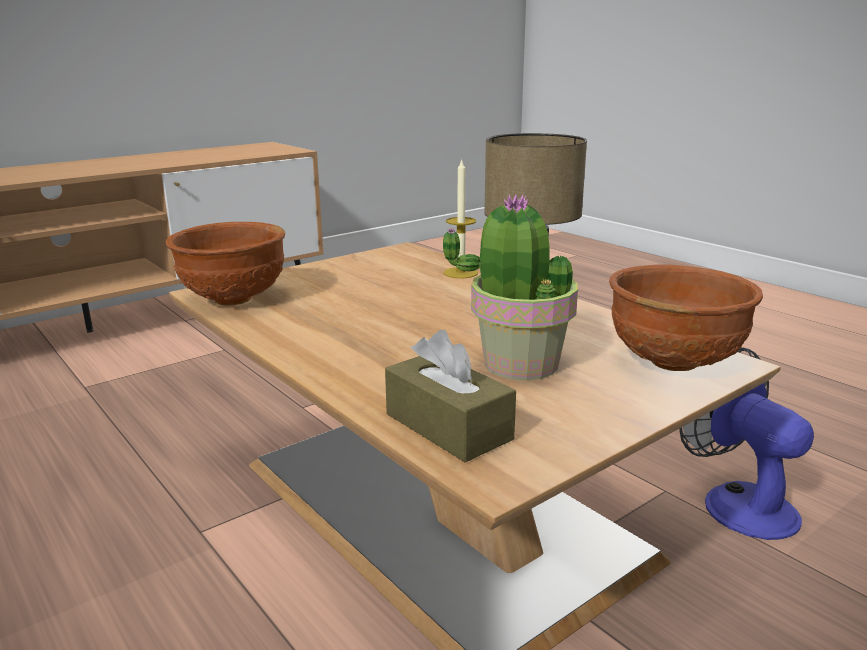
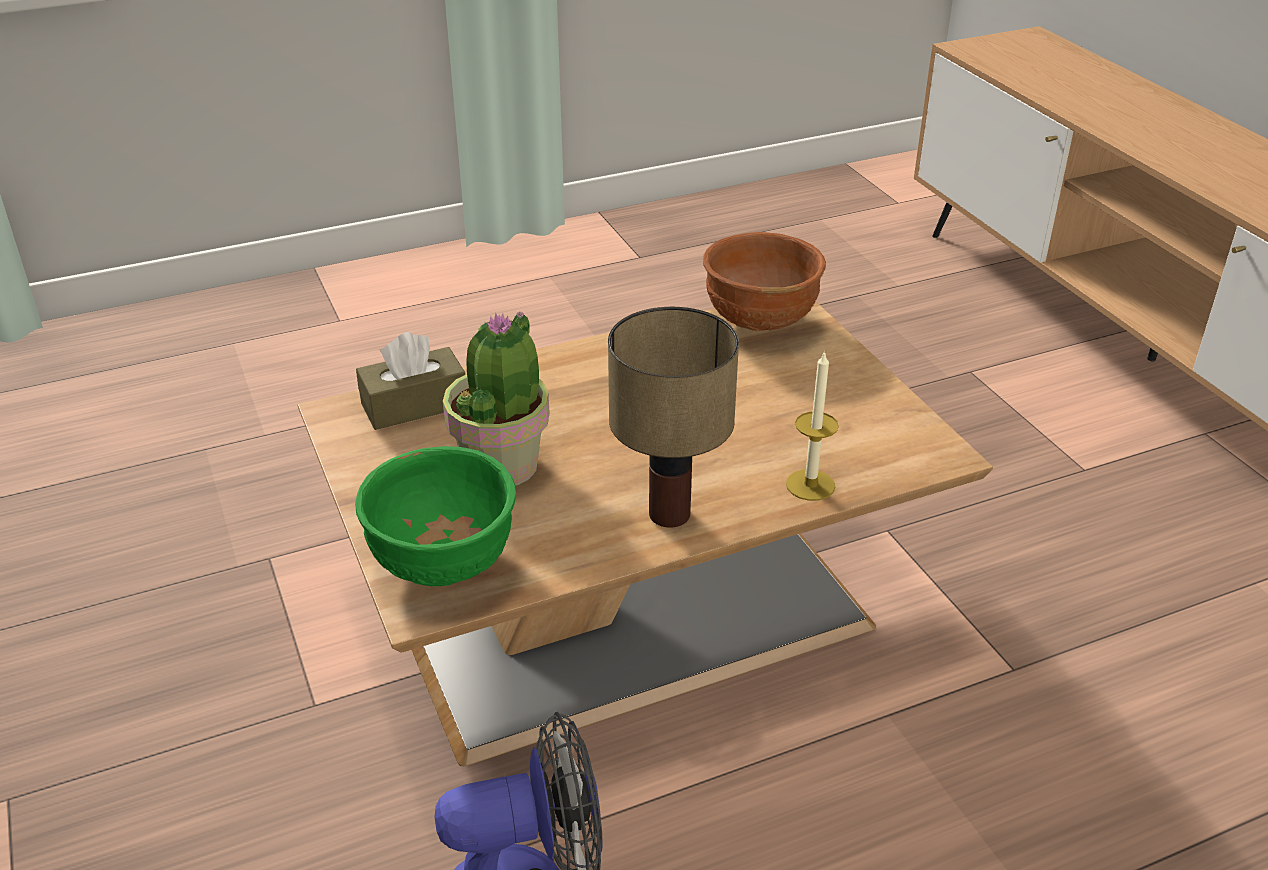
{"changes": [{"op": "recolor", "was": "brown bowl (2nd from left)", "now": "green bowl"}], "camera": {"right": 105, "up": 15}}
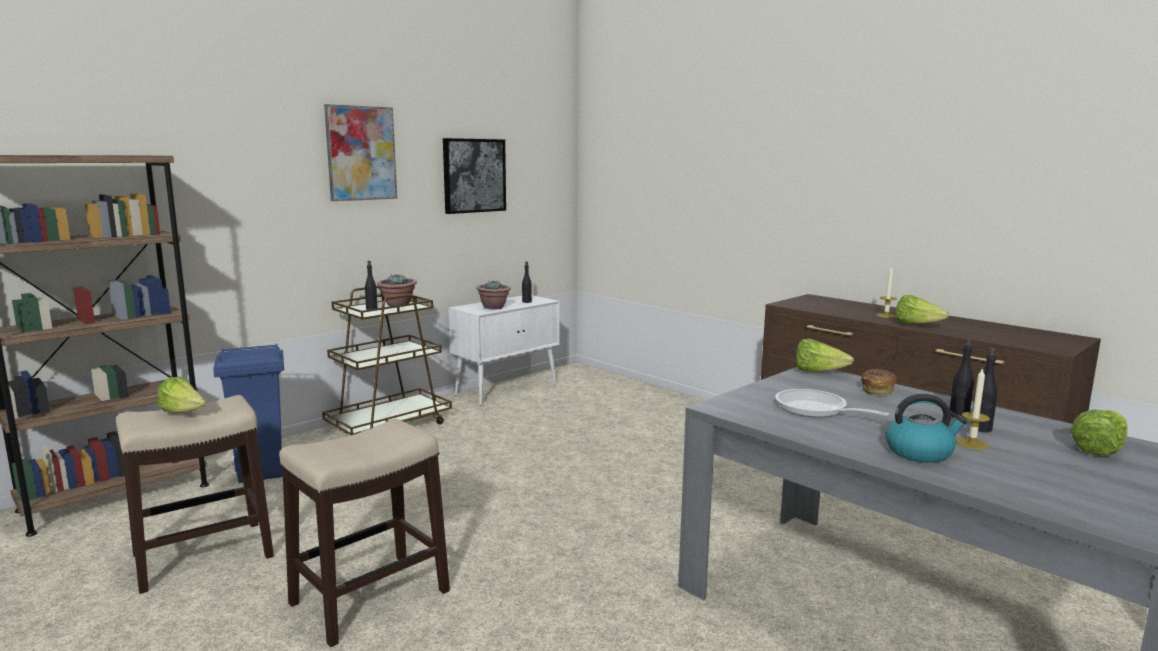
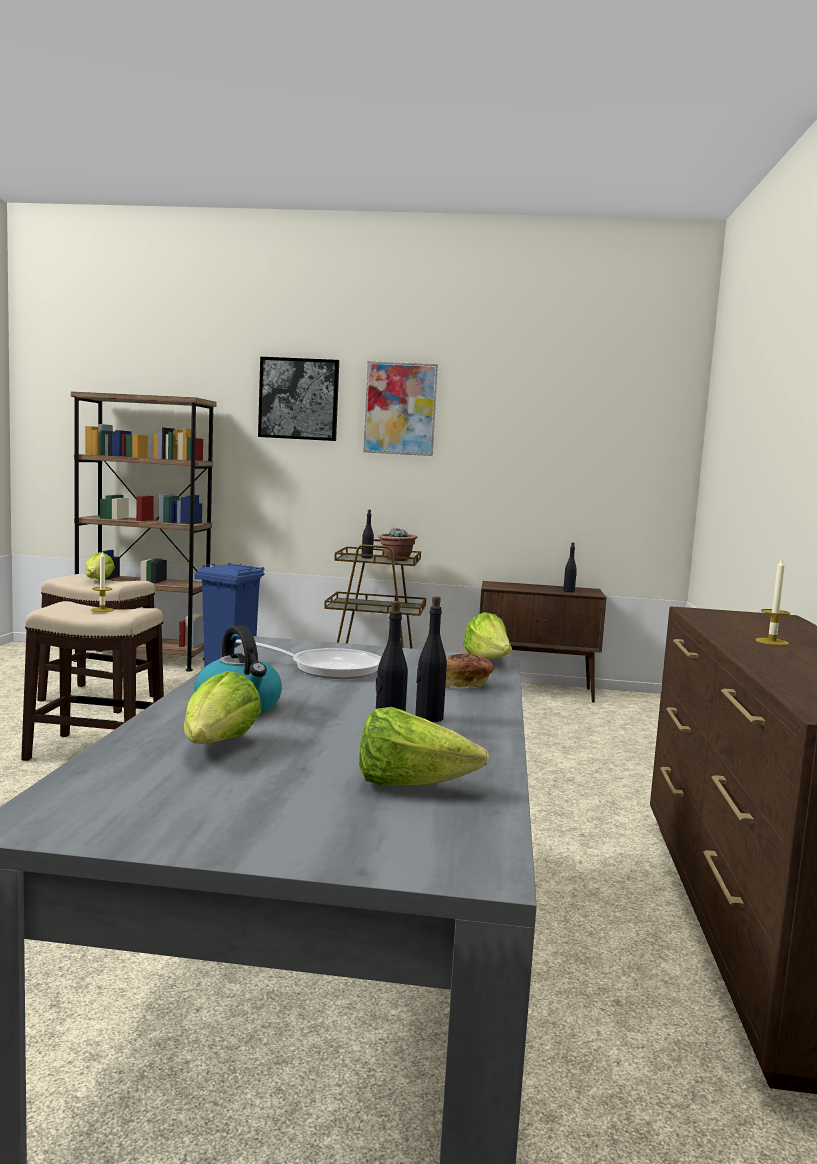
{"changes": [{"op": "move", "was": "picture (2nd from left in the first image)", "now": "picture (1st from left)"}, {"op": "recolor", "was": "white cabinet", "now": "brown cabinet"}, {"op": "delete", "was": "potted plant (2nd from left)"}, {"op": "rotate", "was": "frying pan", "clockwise": 90}, {"op": "move", "was": "lettuce (3rd from left in the first image)", "now": "lettuce (2nd from left)"}, {"op": "move", "was": "candle (2nd from left in the first image)", "now": "candle (1st from left)"}], "camera": {"right": 50, "up": -5}}
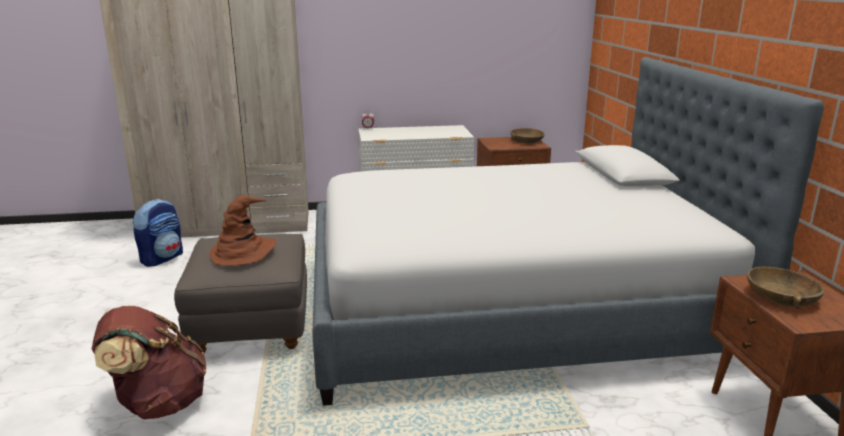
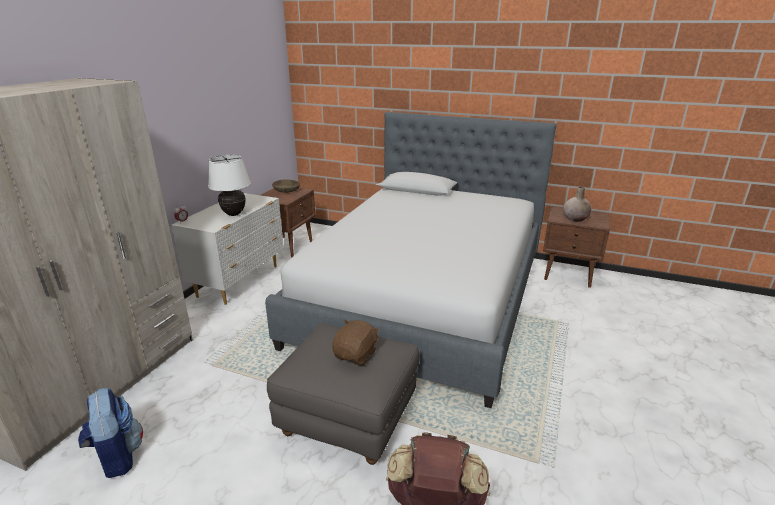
{"changes": [{"op": "replace", "was": "brown hat", "now": "brown plush toy"}, {"op": "replace", "was": "brown bowl (2nd from left)", "now": "beige vase"}, {"op": "insert", "now": "white table lamp"}], "camera": {"right": -60, "up": 5}}
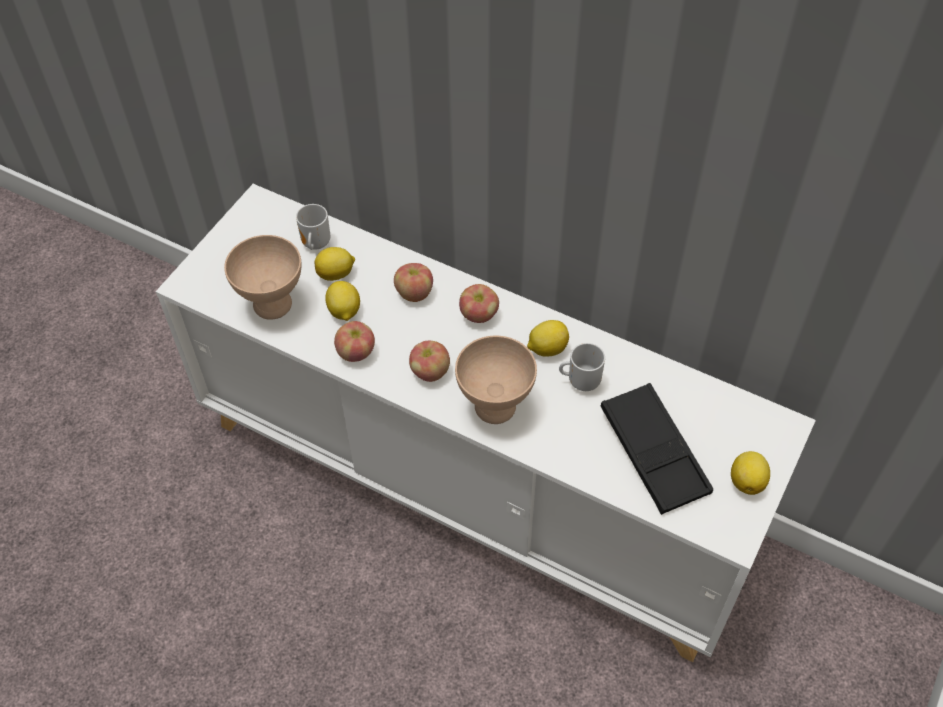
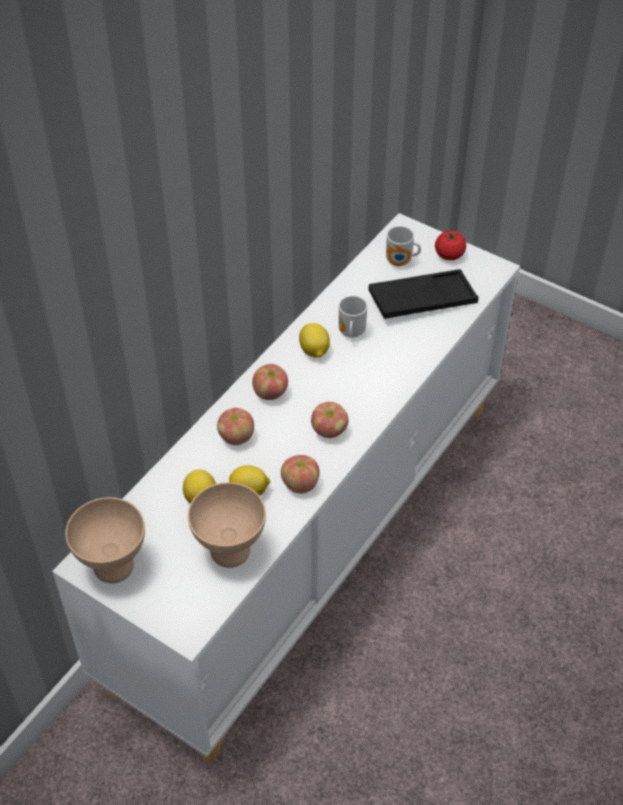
{"changes": [{"op": "move", "was": "mug (1st from left in the first image)", "now": "mug (2nd from left)"}, {"op": "move", "was": "beige bowl (2nd from left in the first image)", "now": "beige bowl (1st from left)"}, {"op": "replace", "was": "lemon (4th from left)", "now": "tomato"}], "camera": {"right": -85, "up": -5}}
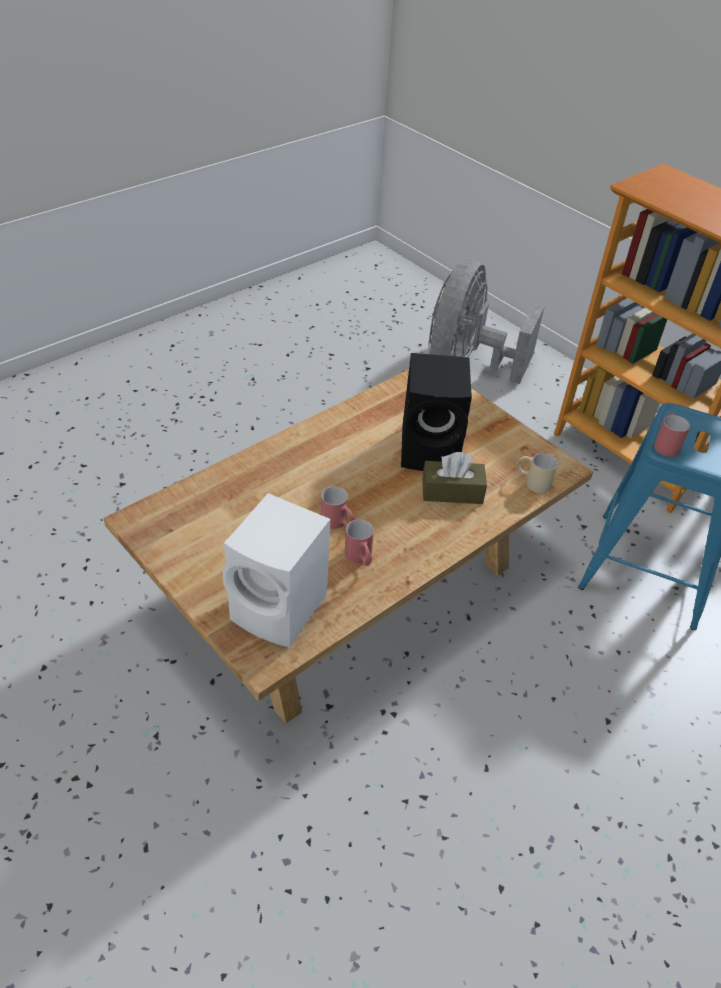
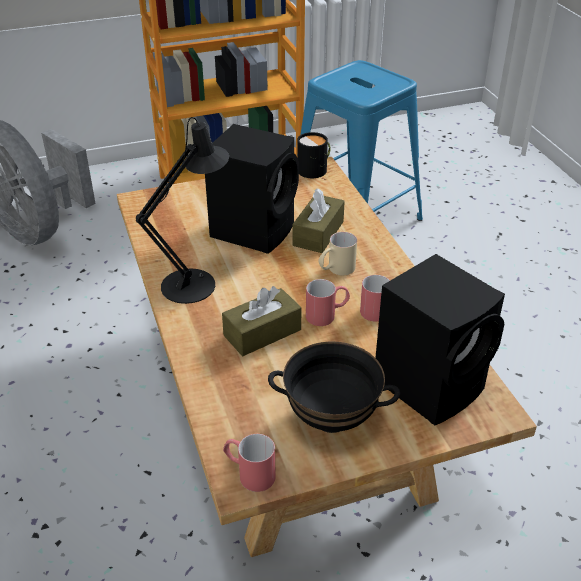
{"changes": [{"op": "recolor", "was": "white speaker", "now": "black speaker (2nd from left)"}, {"op": "move", "was": "beige mug"}, {"op": "move", "was": "red mug (3rd from left in the first image)", "now": "red mug (1st from left)"}, {"op": "insert", "now": "black table lamp"}, {"op": "insert", "now": "brown tissue box (1st from left)"}, {"op": "insert", "now": "black bowl"}, {"op": "insert", "now": "black mug"}], "camera": {"right": -65, "up": -5}}
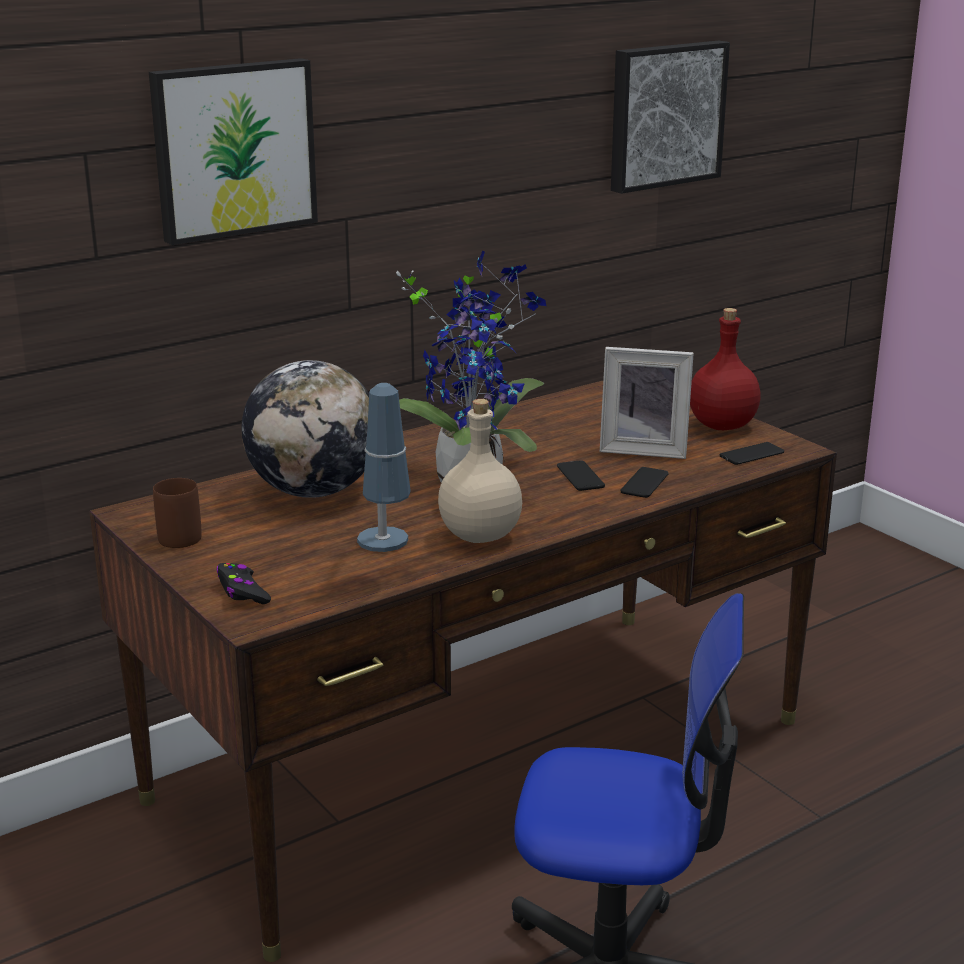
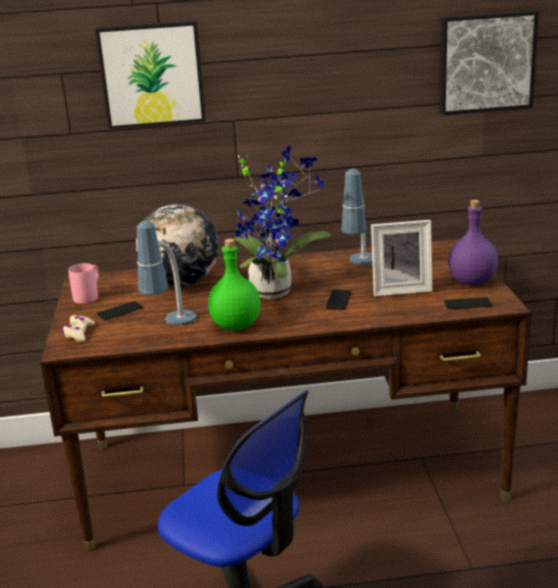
{"changes": [{"op": "recolor", "was": "brown mug", "now": "pink mug"}, {"op": "recolor", "was": "black game controller", "now": "beige game controller"}, {"op": "recolor", "was": "beige bottle", "now": "green bottle"}, {"op": "rotate", "was": "picture frame", "clockwise": -45}, {"op": "move", "was": "phone (2nd from left in the first image)", "now": "phone (1st from left)"}, {"op": "recolor", "was": "red bottle", "now": "purple bottle"}, {"op": "insert", "now": "table lamp (2nd from left)"}], "camera": {"right": 30, "up": 0}}
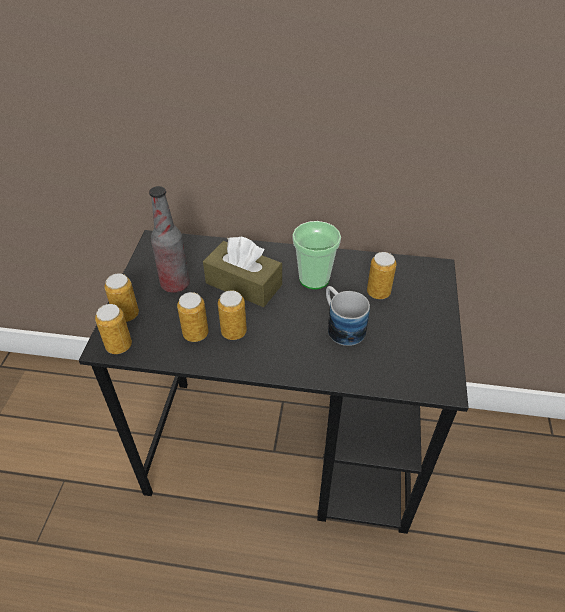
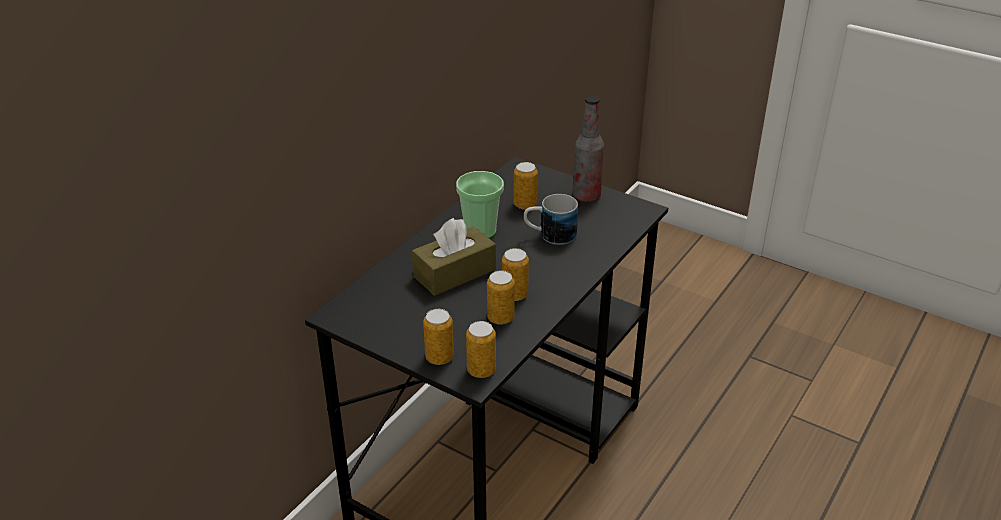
{"changes": [{"op": "move", "was": "bottle"}], "camera": {"right": -65, "up": -10}}
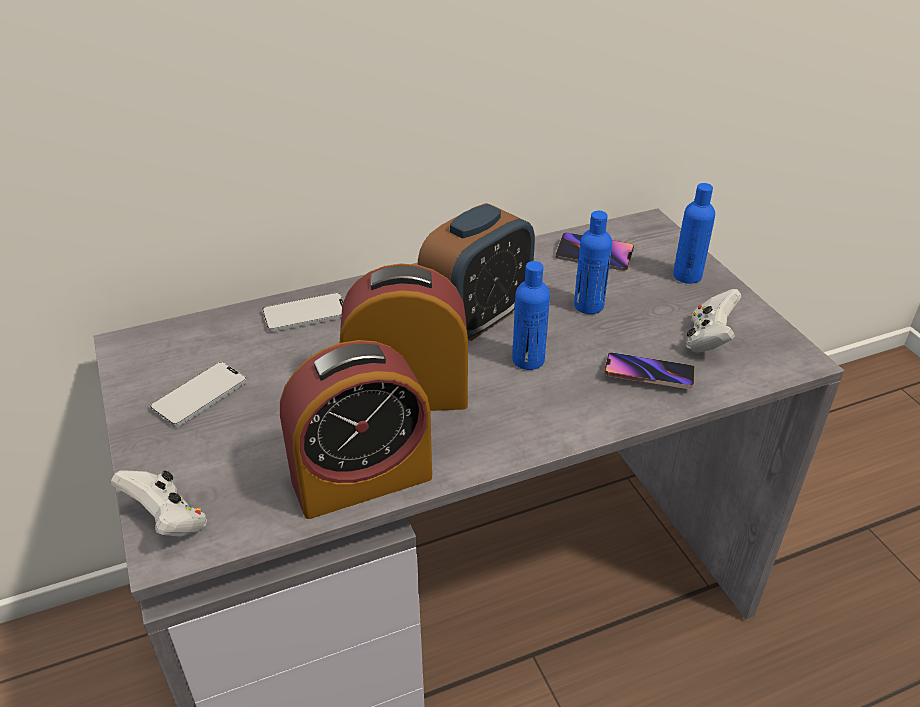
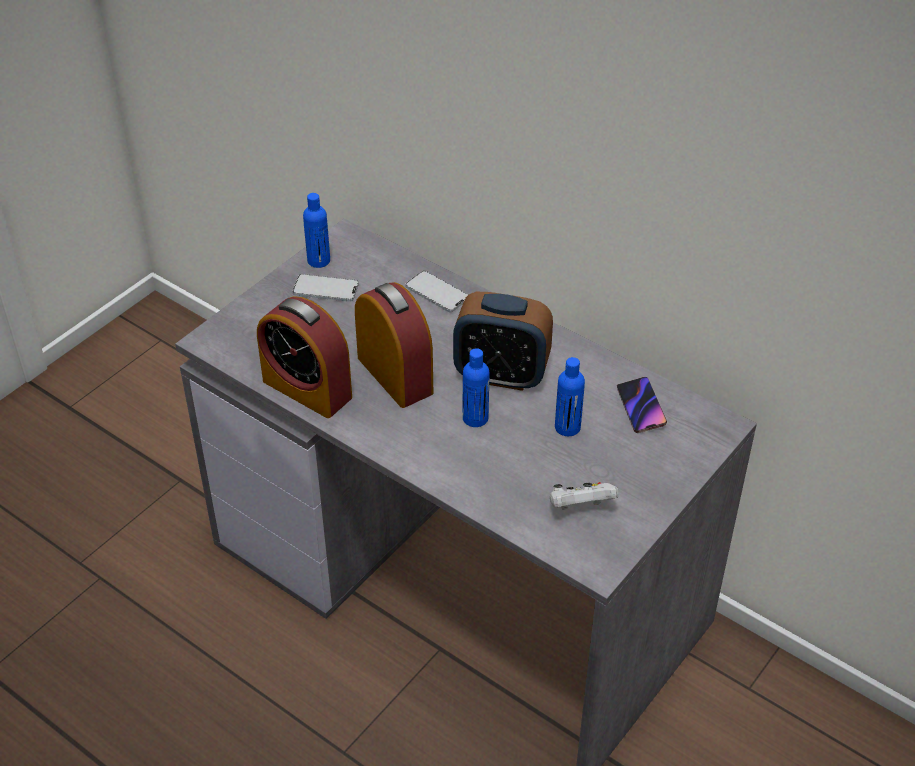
{"changes": [{"op": "delete", "was": "white game controller (1st from left)"}, {"op": "delete", "was": "phone (4th from left)"}, {"op": "move", "was": "blue bottle (3rd from left in the first image)", "now": "blue bottle (1st from left)"}], "camera": {"right": 60, "up": 5}}
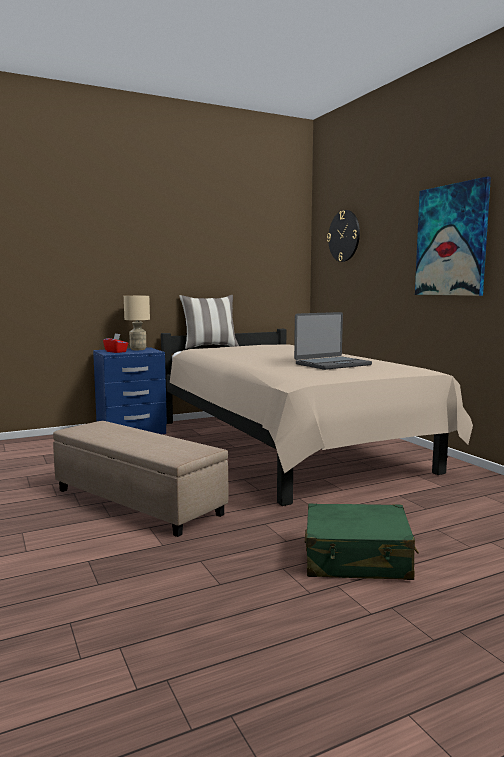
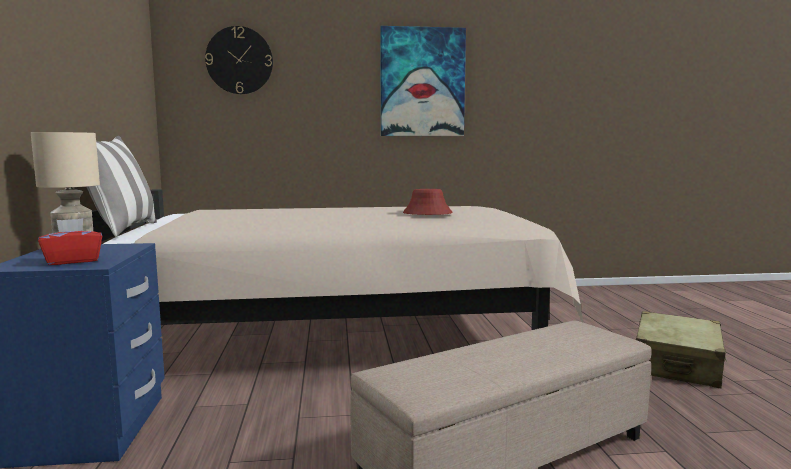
{"changes": [{"op": "replace", "was": "laptop", "now": "red hat"}, {"op": "recolor", "was": "green suitcase", "now": "beige suitcase"}], "camera": {"right": -70, "up": 0}}
